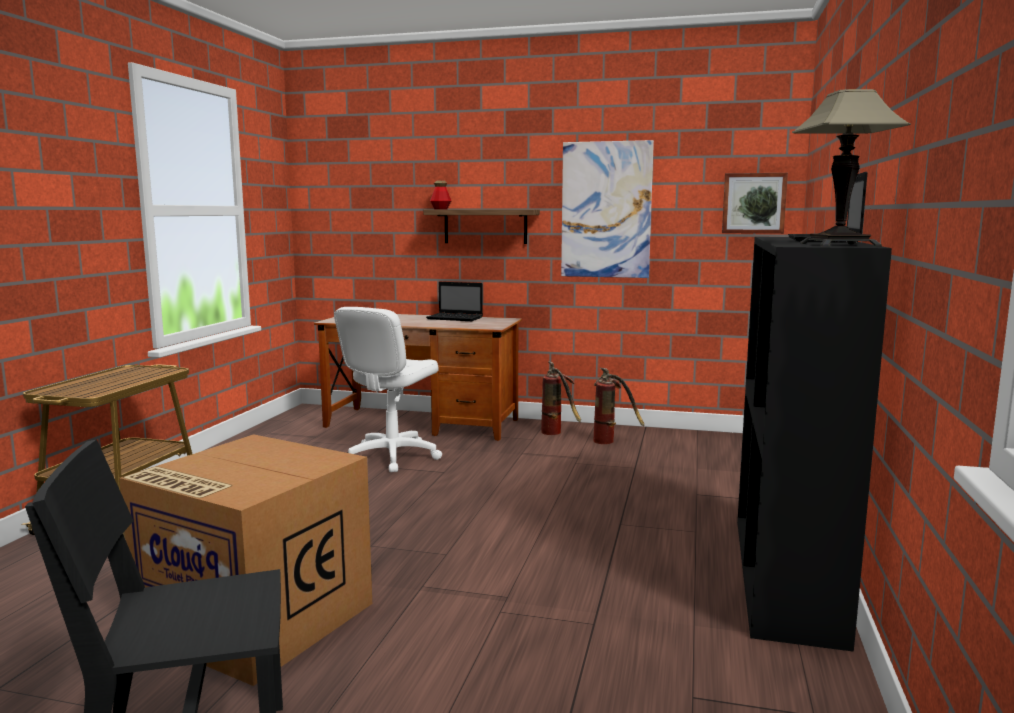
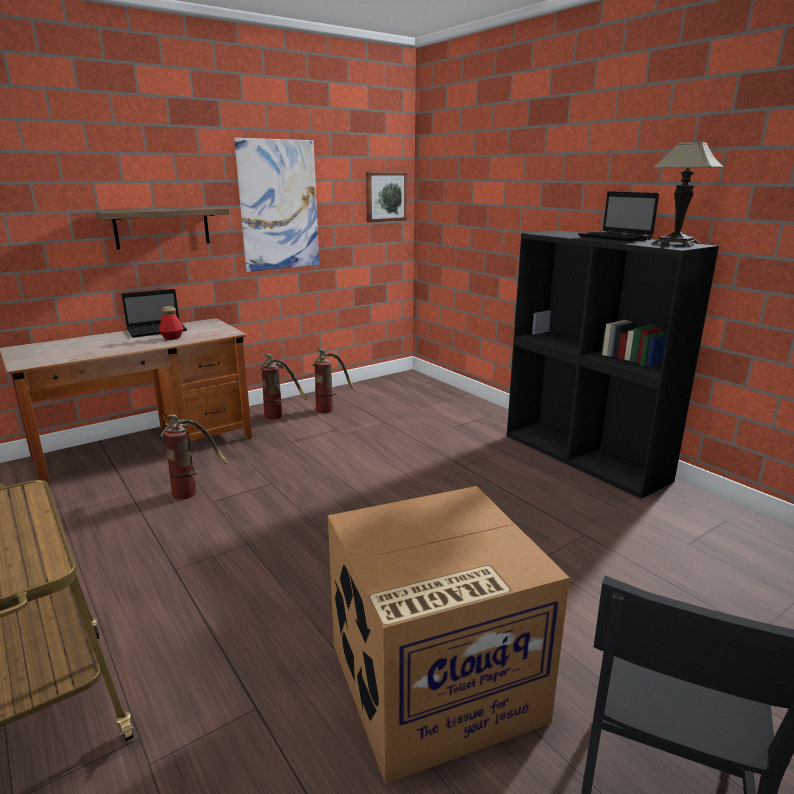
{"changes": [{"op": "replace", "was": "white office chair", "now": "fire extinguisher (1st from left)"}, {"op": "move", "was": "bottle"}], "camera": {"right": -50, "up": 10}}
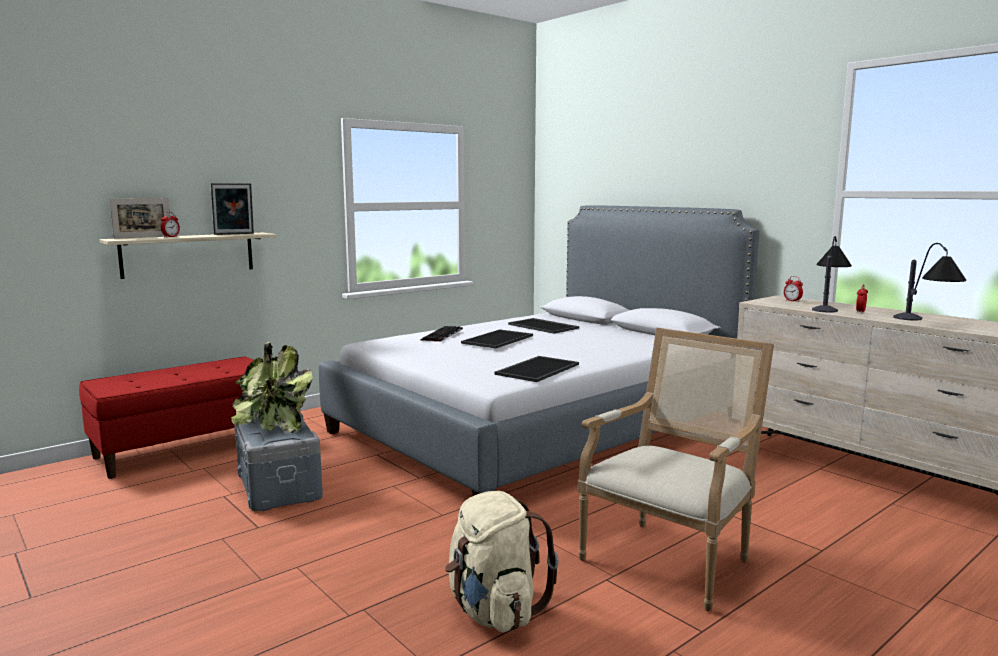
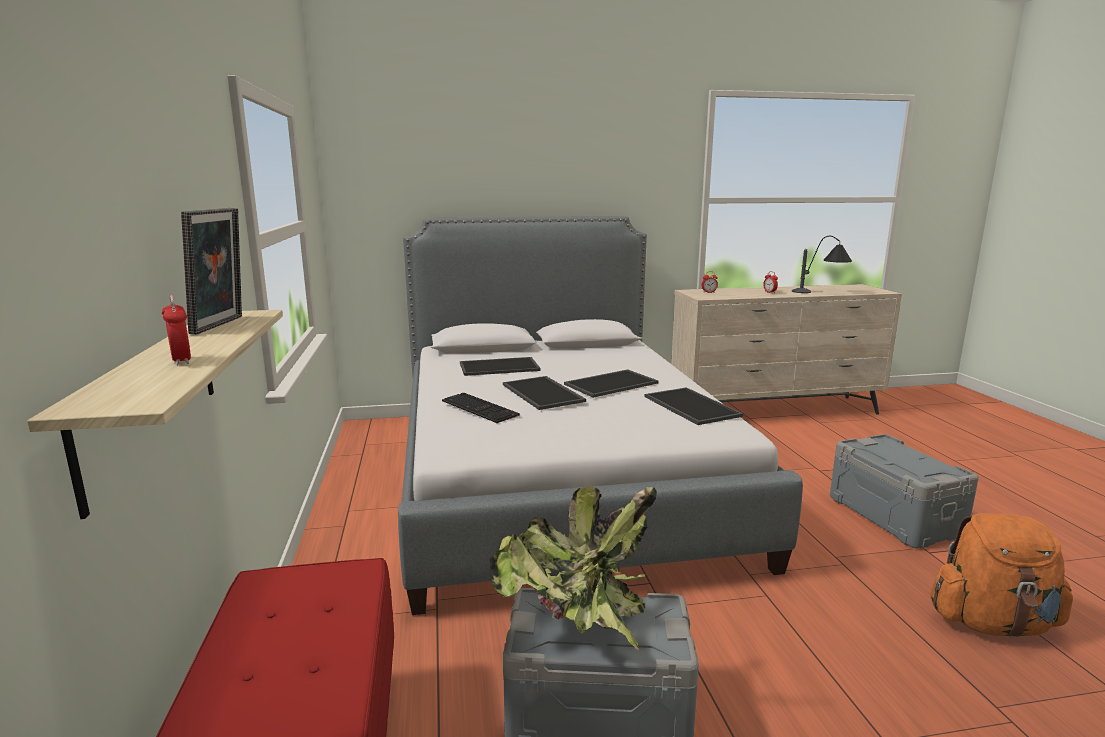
{"changes": [{"op": "delete", "was": "picture frame (1st from left)"}, {"op": "recolor", "was": "beige backpack", "now": "orange backpack"}, {"op": "replace", "was": "armchair", "now": "grey storage box (2nd from left)"}, {"op": "delete", "was": "table lamp (1st from left)"}, {"op": "insert", "now": "tray (3rd from left)"}], "camera": {"right": -60, "up": 5}}
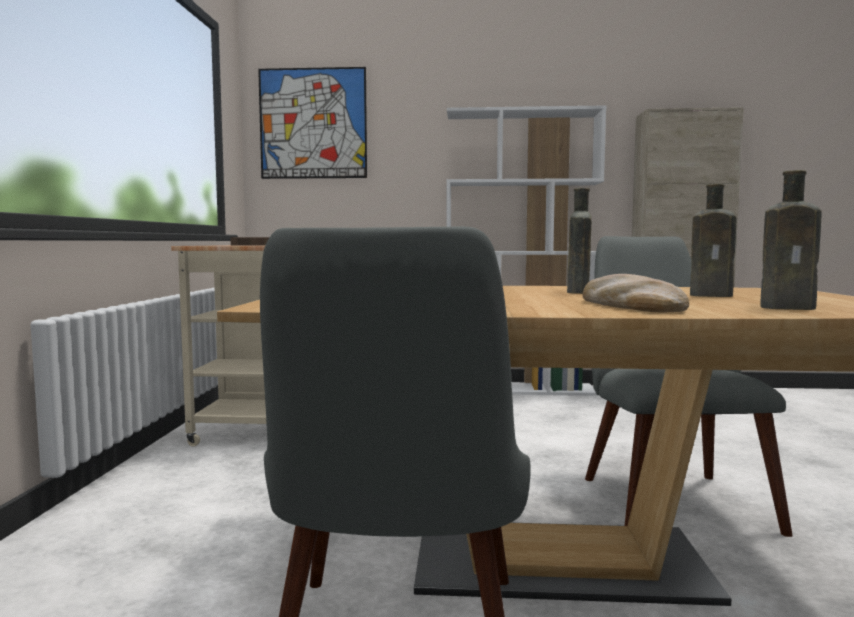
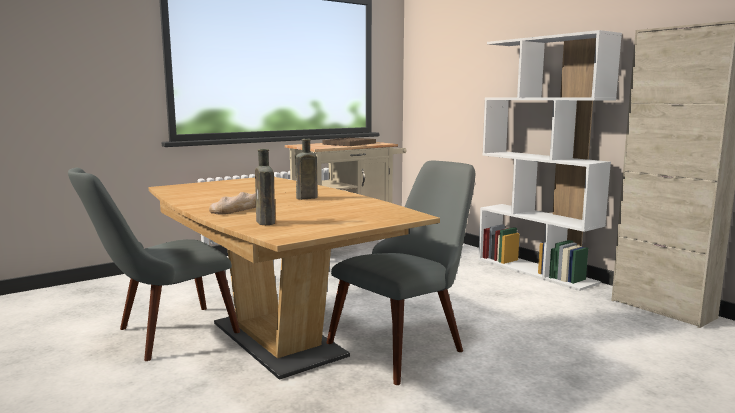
{"changes": [{"op": "delete", "was": "picture"}, {"op": "delete", "was": "brown bottle (2nd from left)"}], "camera": {"right": 50, "up": 5}}
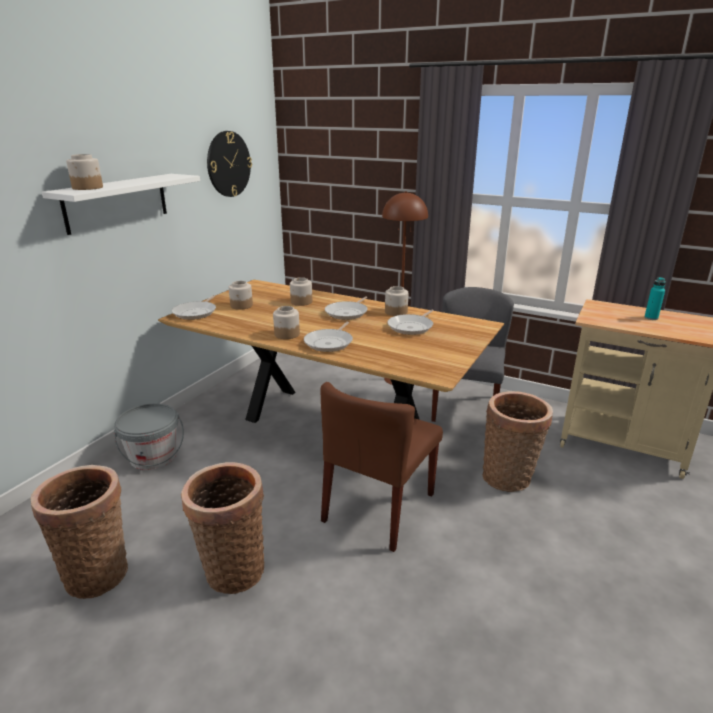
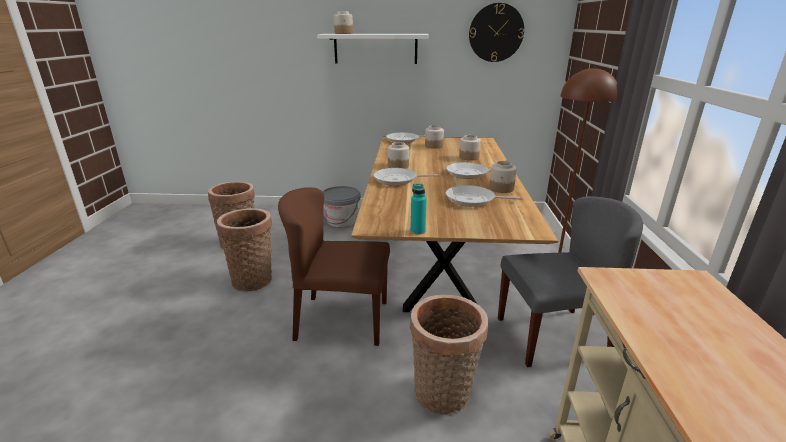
{"changes": [{"op": "move", "was": "turquoise bottle"}], "camera": {"right": 65, "up": 0}}
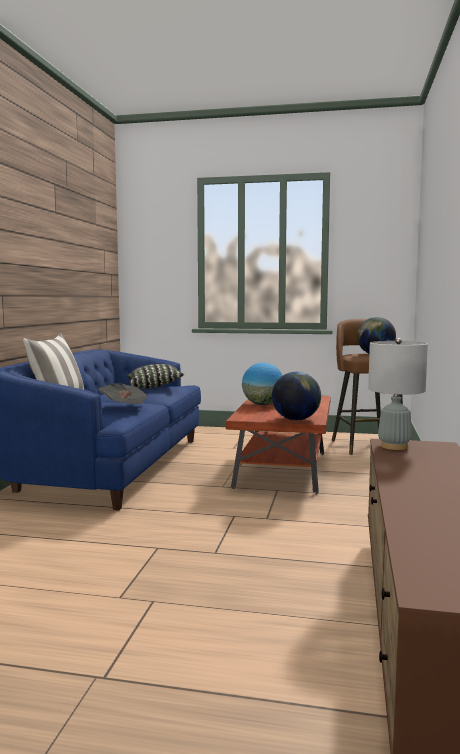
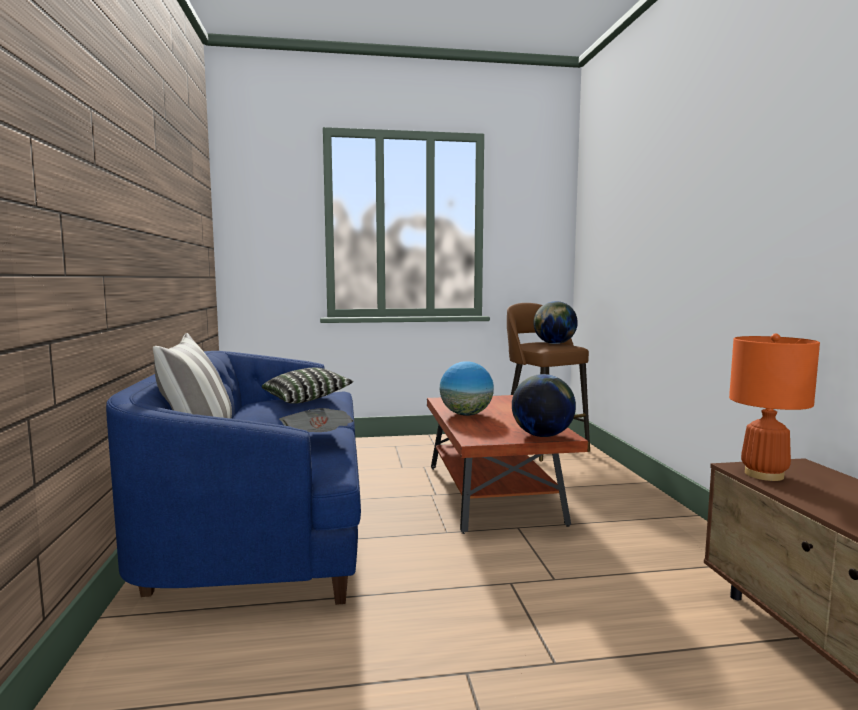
{"changes": [{"op": "recolor", "was": "grey table lamp", "now": "orange table lamp"}], "camera": {"right": -20, "up": 0}}
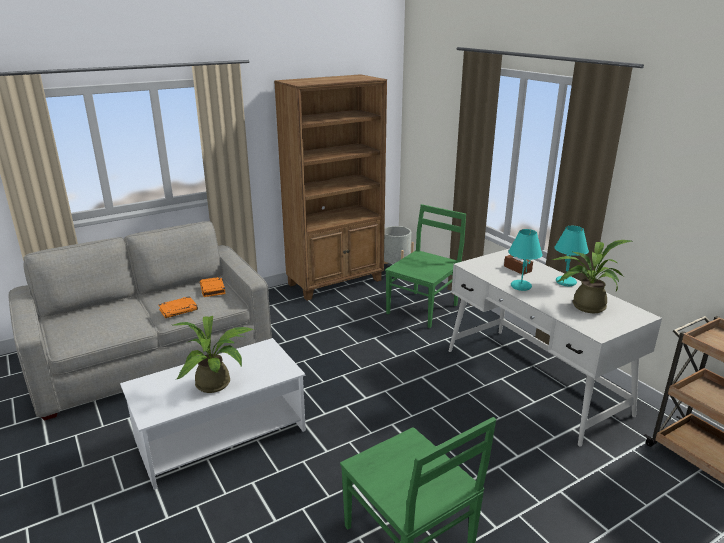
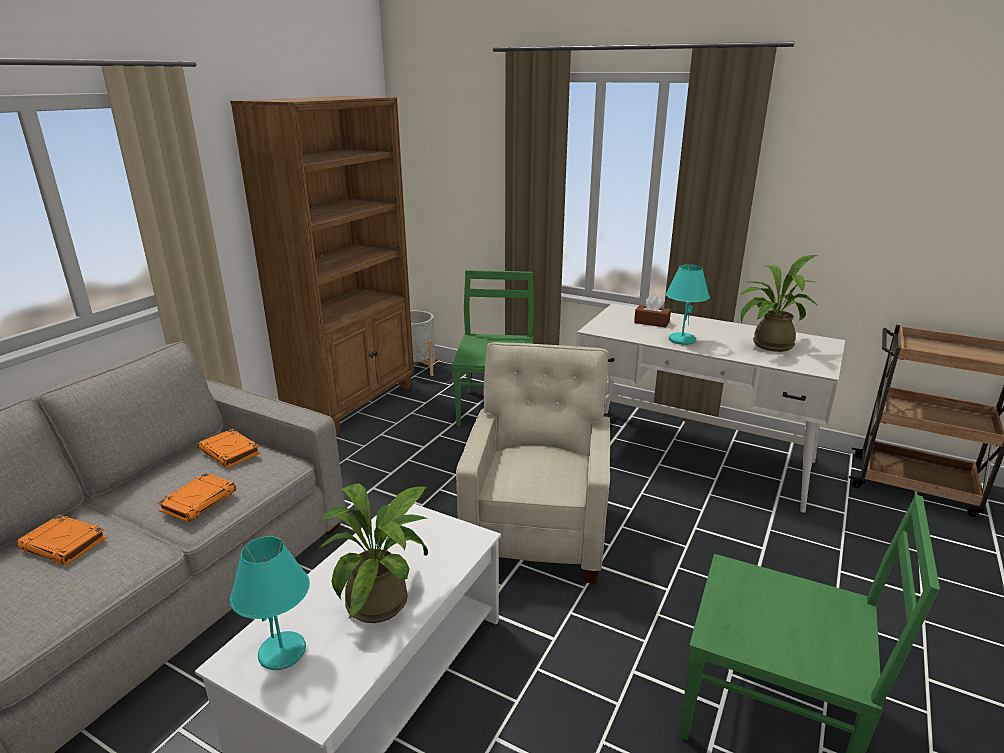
{"changes": [{"op": "move", "was": "turquoise table lamp (2nd from left in the first image)", "now": "turquoise table lamp (1st from left)"}, {"op": "insert", "now": "orange book (1st from left)"}, {"op": "insert", "now": "beige armchair"}], "camera": {"right": -30, "up": 0}}
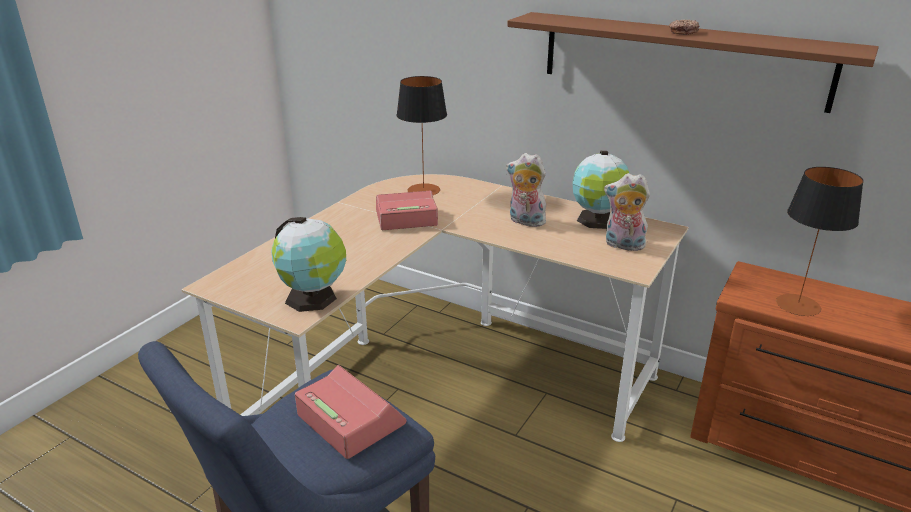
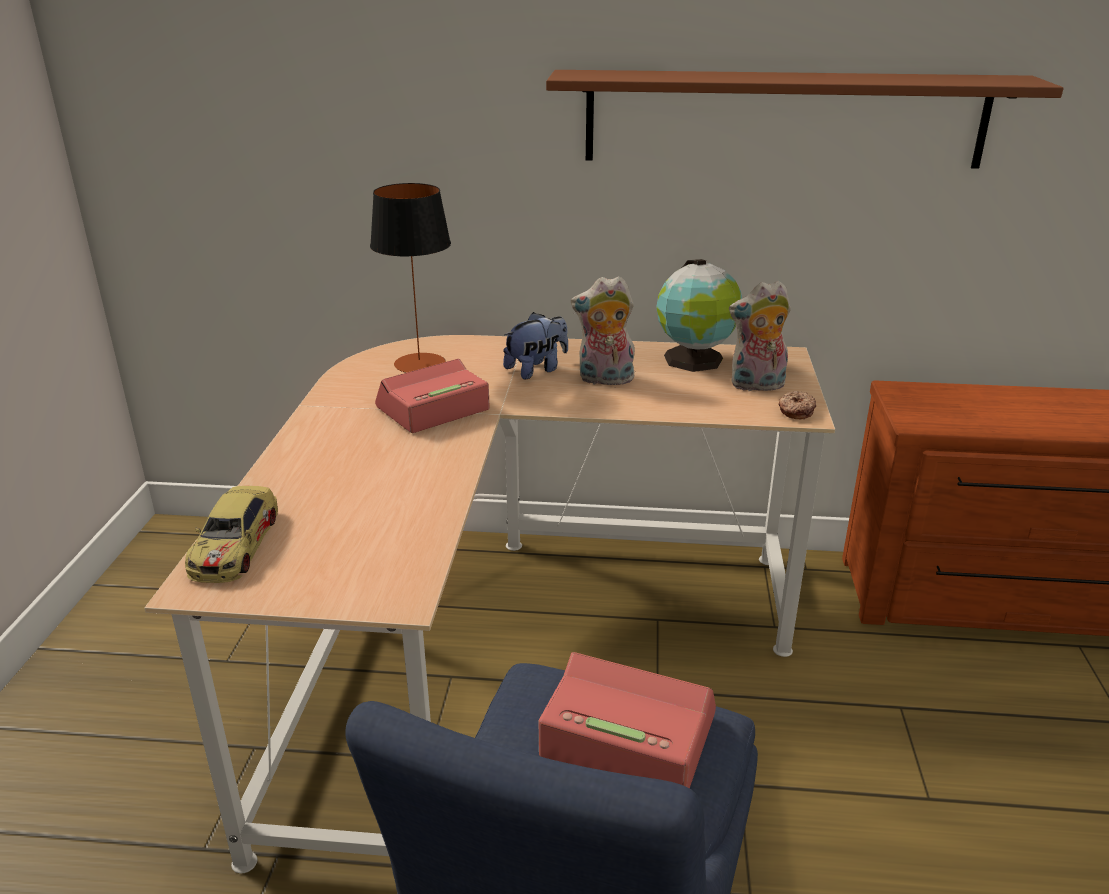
{"changes": [{"op": "delete", "was": "globe (1st from left)"}, {"op": "move", "was": "donut"}, {"op": "delete", "was": "table lamp (2nd from left)"}, {"op": "insert", "now": "toy car"}, {"op": "insert", "now": "plush toy (1st from left)"}], "camera": {"right": -25, "up": 0}}
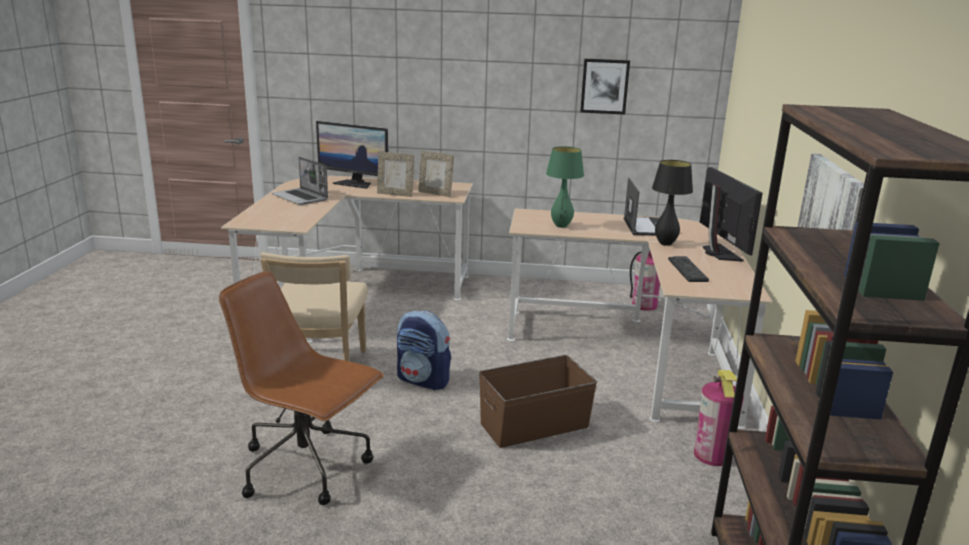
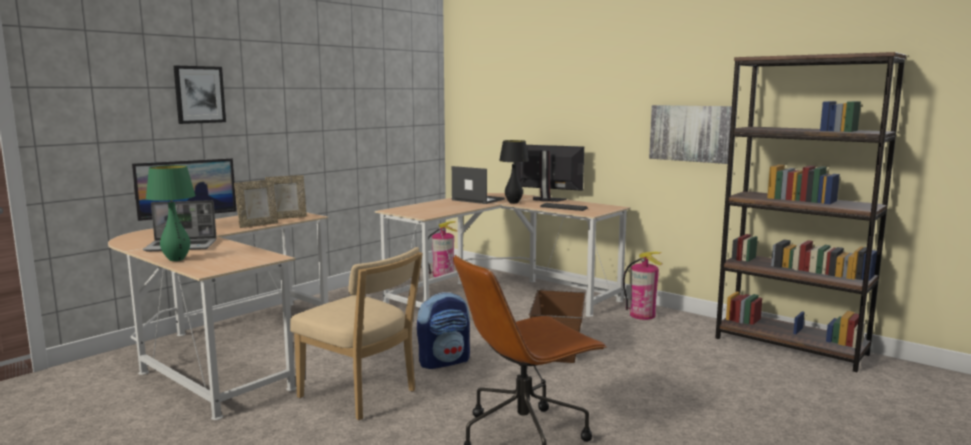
{"changes": [{"op": "move", "was": "green table lamp"}, {"op": "move", "was": "picture (1st from left)"}], "camera": {"right": -55, "up": -10}}
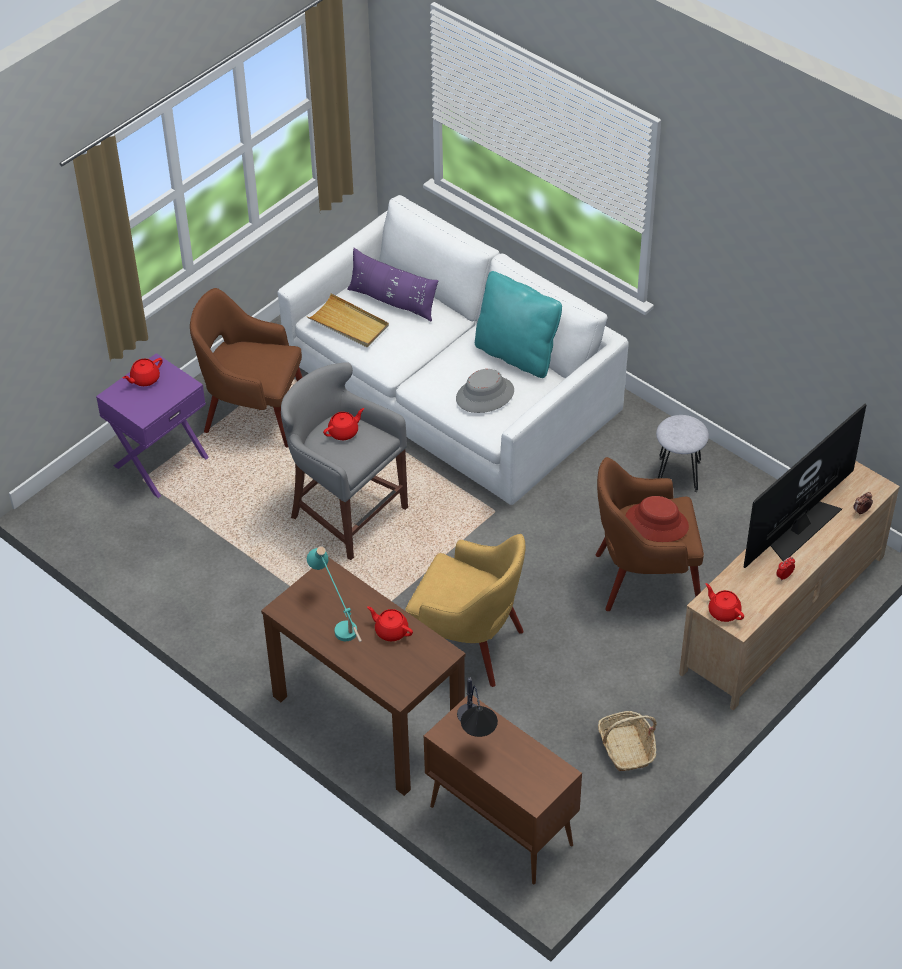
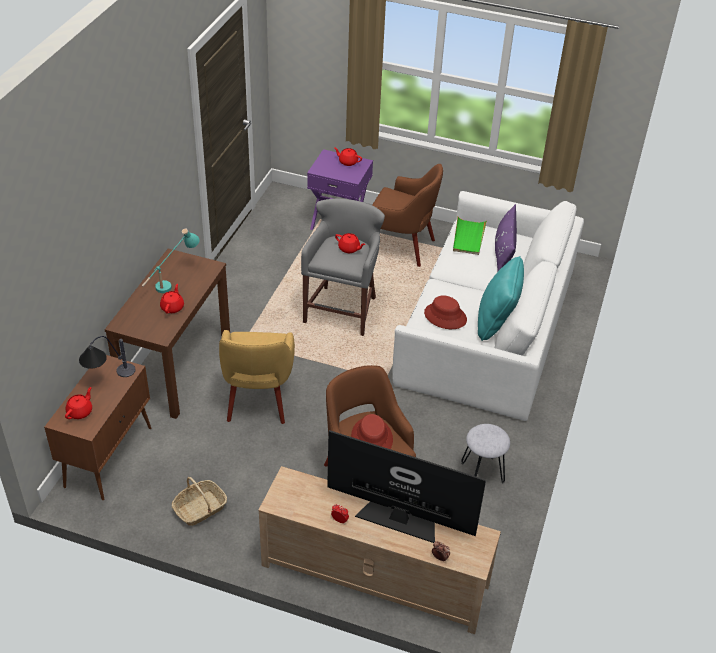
{"changes": [{"op": "rotate", "was": "brown armchair (1st from left in the first image)", "clockwise": 120}, {"op": "recolor", "was": "beige tray", "now": "green tray"}, {"op": "recolor", "was": "grey hat", "now": "red hat (2nd from left)"}, {"op": "move", "was": "red teapot (4th from left in the first image)", "now": "red teapot (1st from left)"}], "camera": {"right": 65, "up": -5}}
